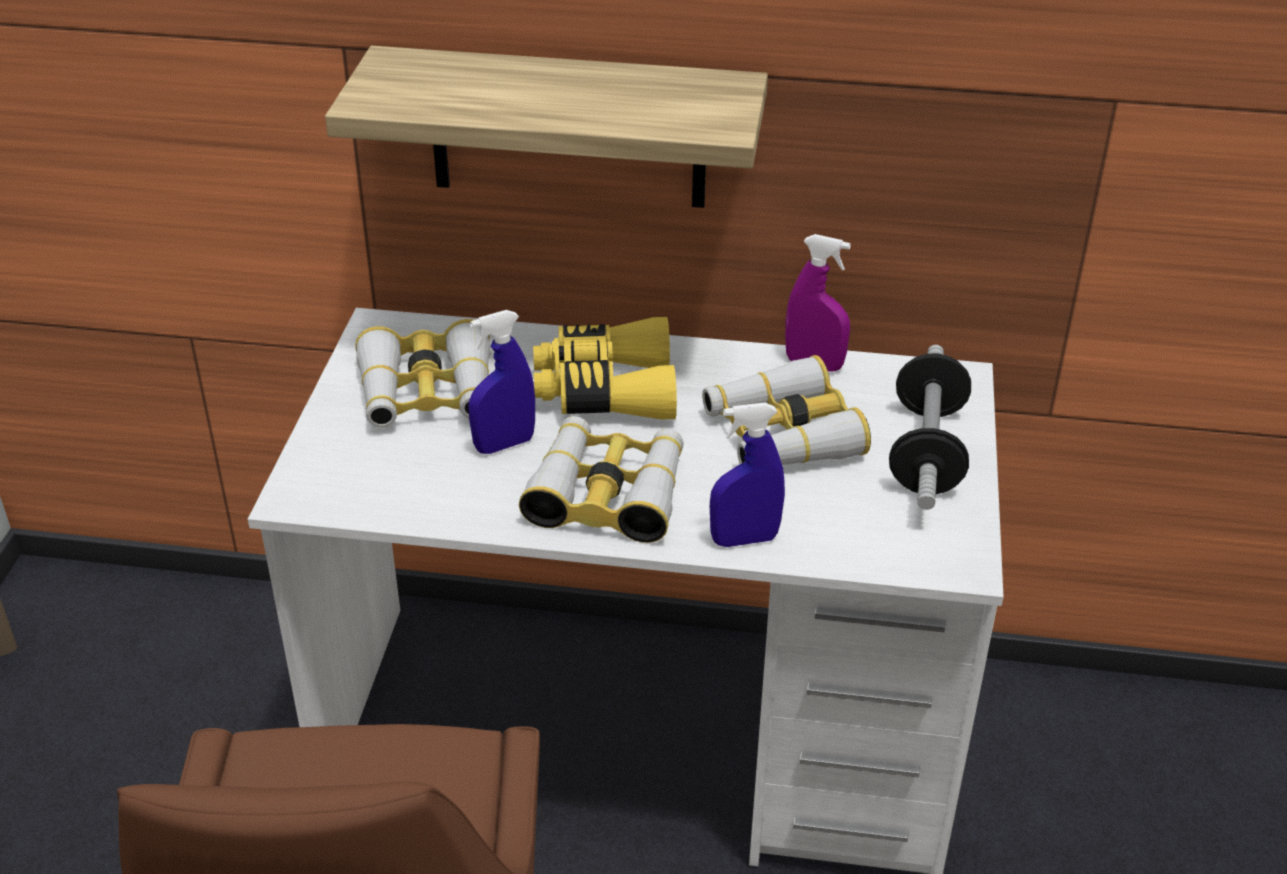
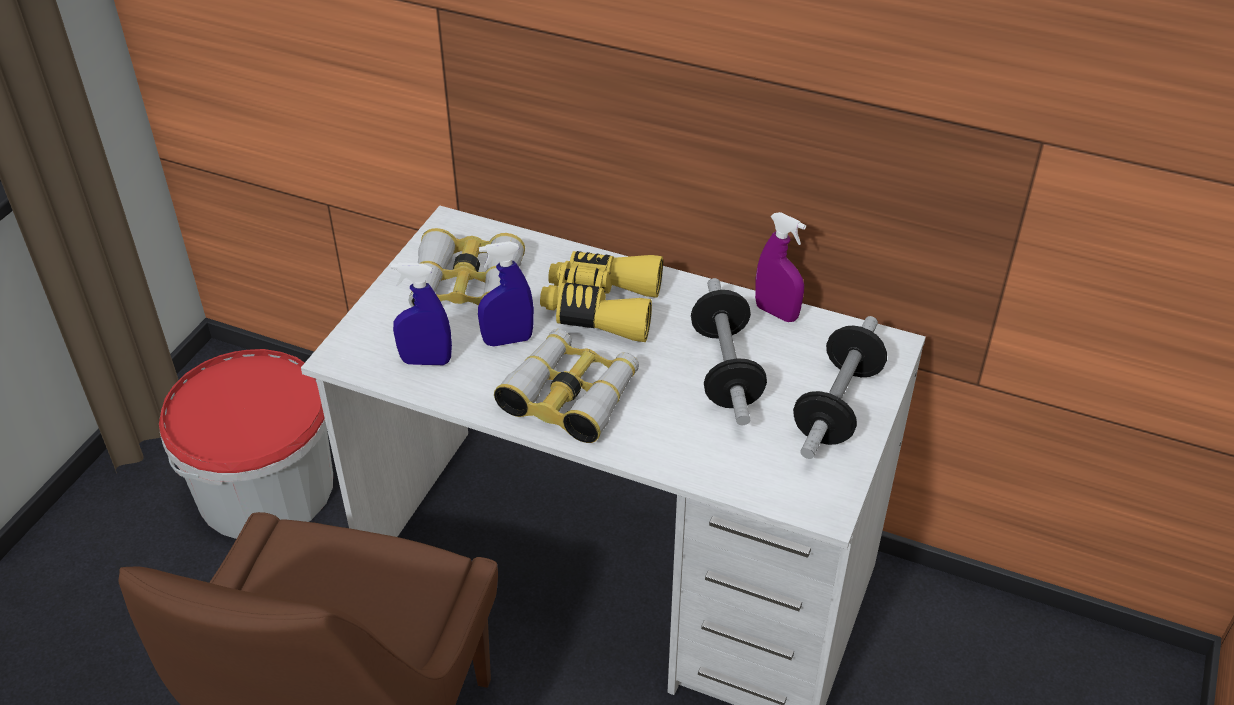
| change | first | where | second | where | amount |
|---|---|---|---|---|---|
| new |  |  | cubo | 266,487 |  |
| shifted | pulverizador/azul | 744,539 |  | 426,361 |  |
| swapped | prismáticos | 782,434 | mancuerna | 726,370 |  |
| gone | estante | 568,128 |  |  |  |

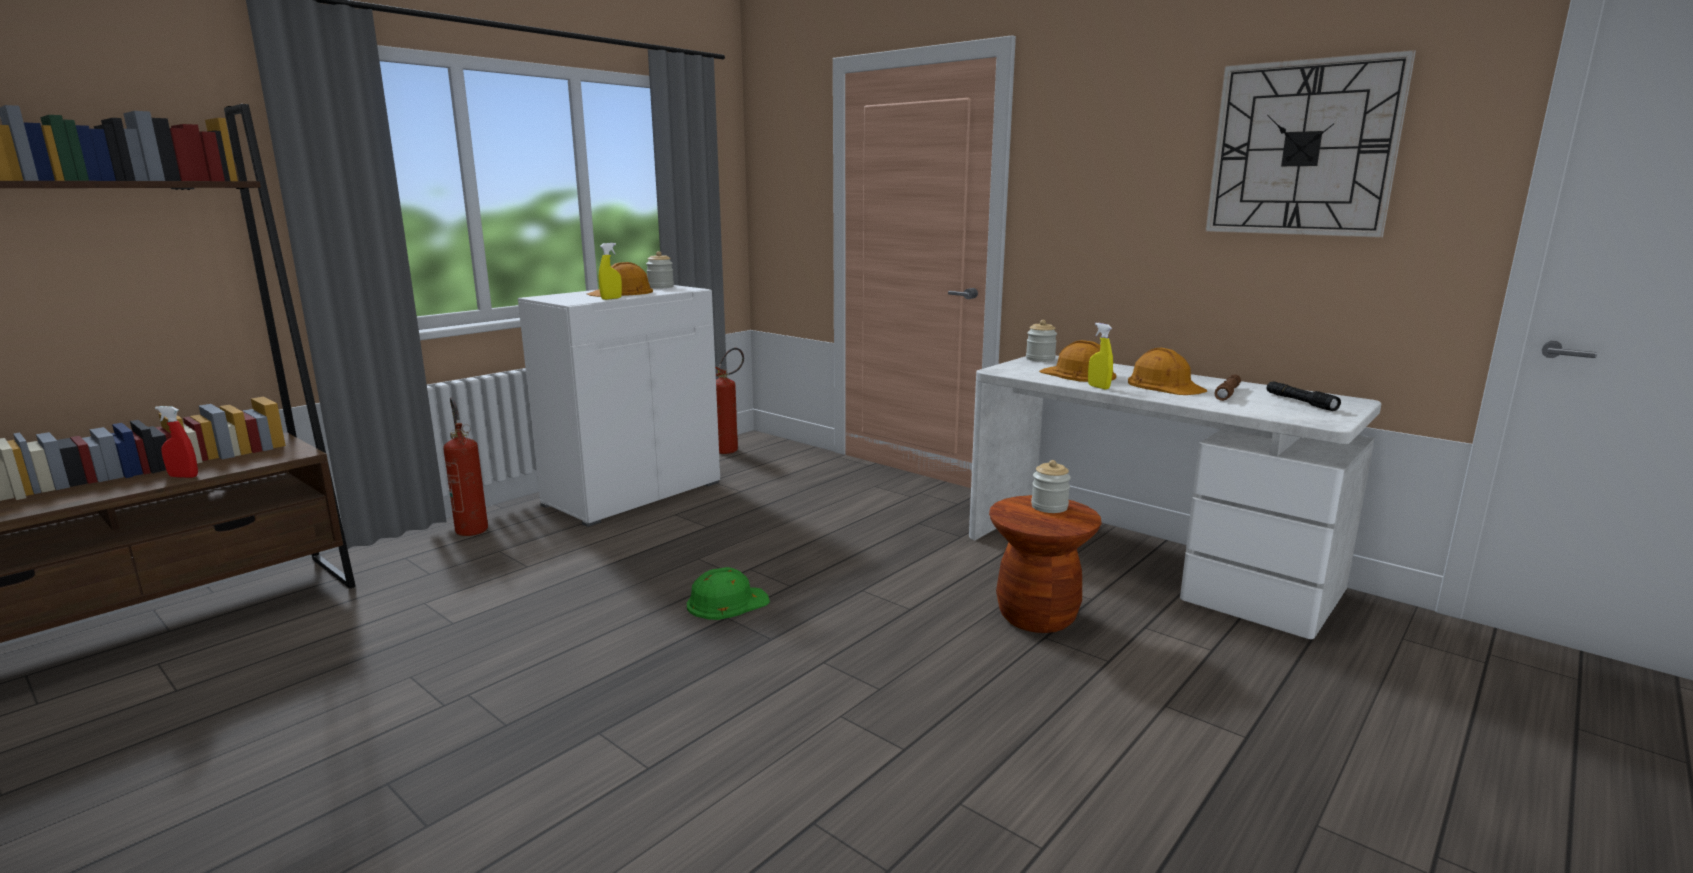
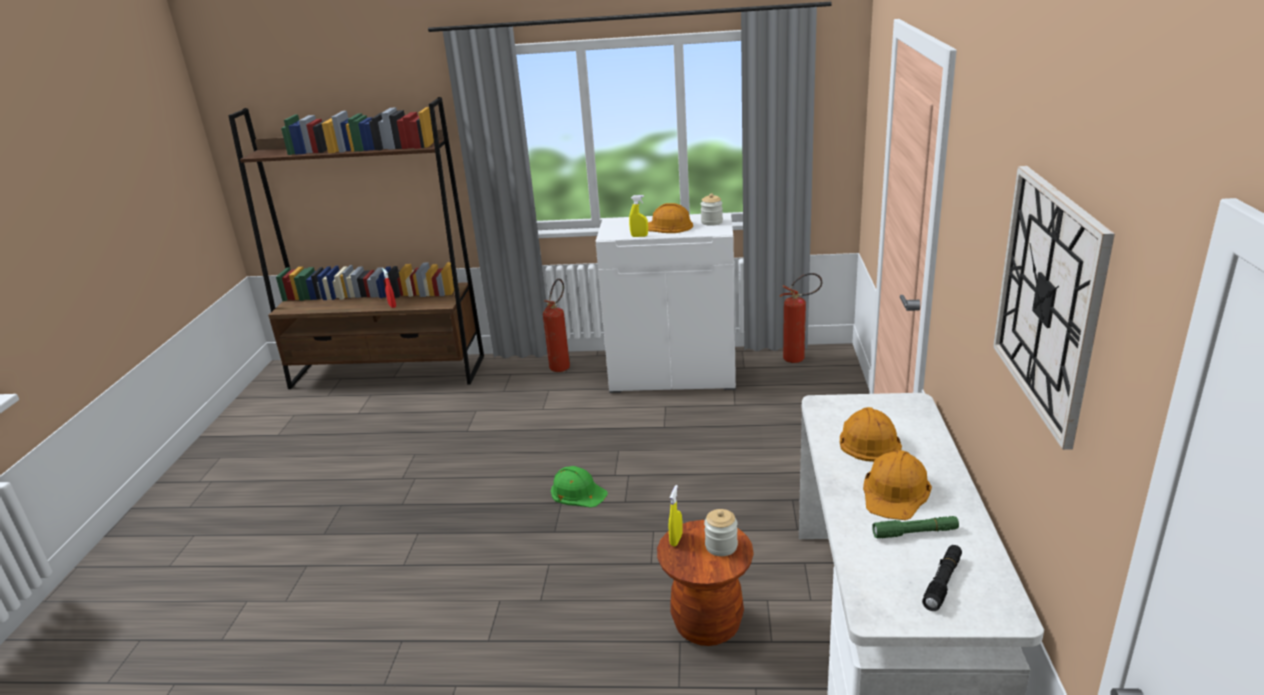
| change | first | where | second | where | amount |
|---|---|---|---|---|---|
| shifted | pulverizador/amarillo | 1098,387 |  | 676,539 |  |
| repainted | linterna/marrón | 1227,393 | linterna/verde | 915,533 |  |
| gone | tarro | 1040,359 |  |  |  |

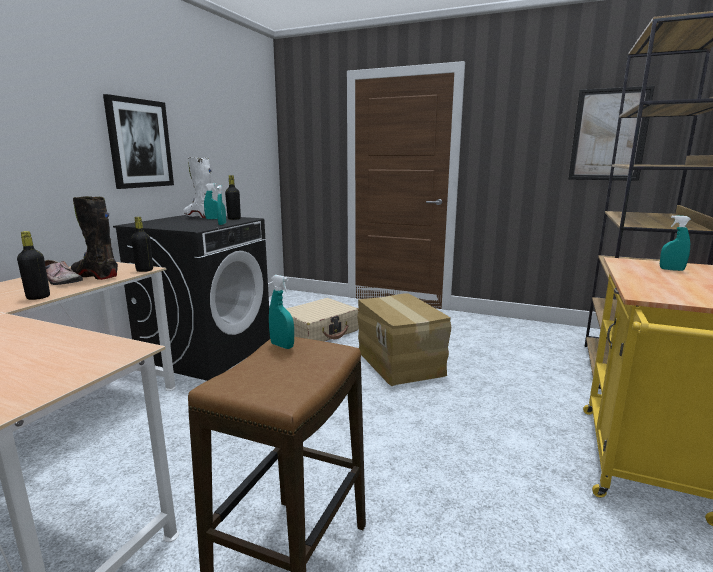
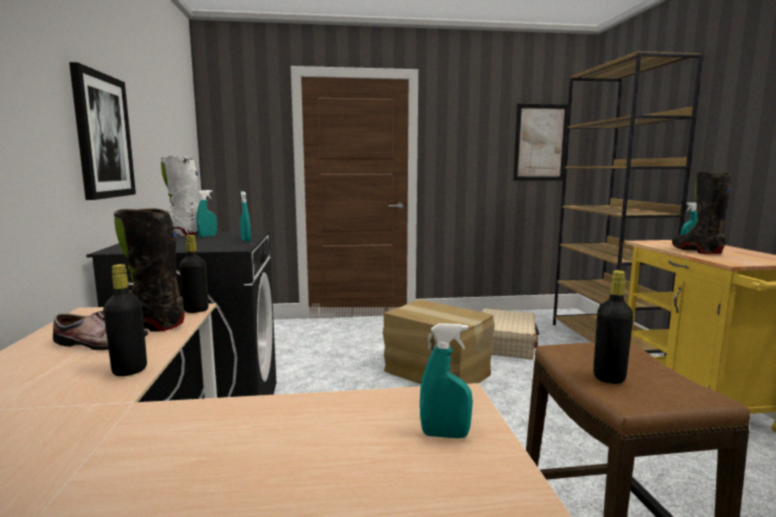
| change | first | where | second | where | amount |
|---|---|---|---|---|---|
| shifted | pulverizador/turquesa | 282,346 |  | 445,435 |  |
| shifted | maleta/beis | 319,331 |  | 506,344 |  |
| shifted | botella/negro | 234,219 |  | 609,377 |  |
| new |  |  | bota/negro | 696,250 |  |

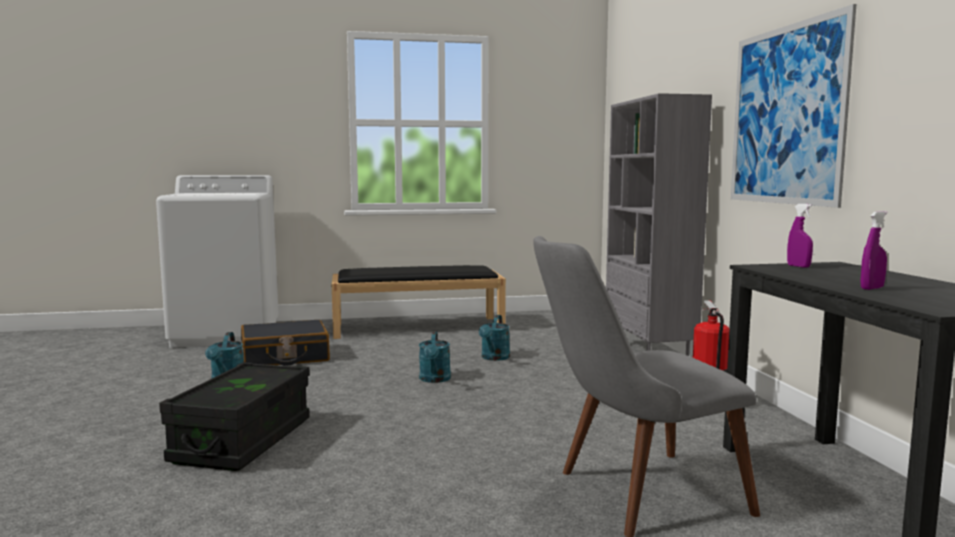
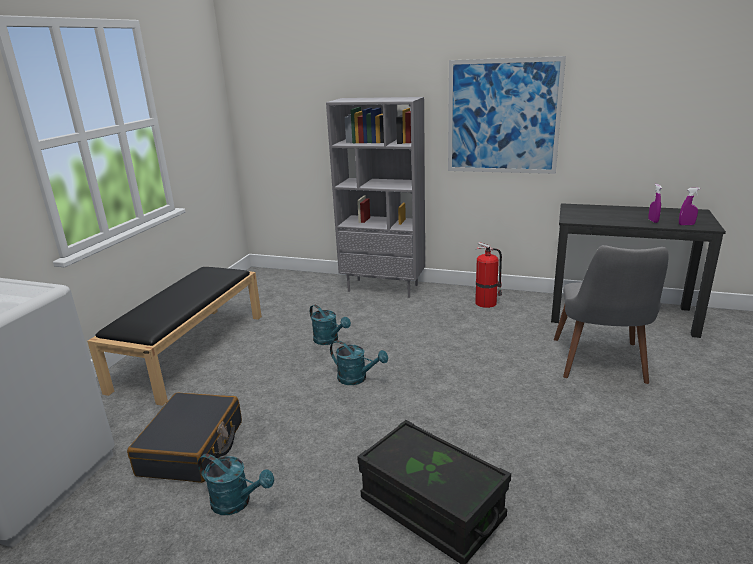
| change | first | where | second | where | amount |
|---|---|---|---|---|---|
| shifted | pulverizador/morado | 798,266 |  | 686,224 |  |

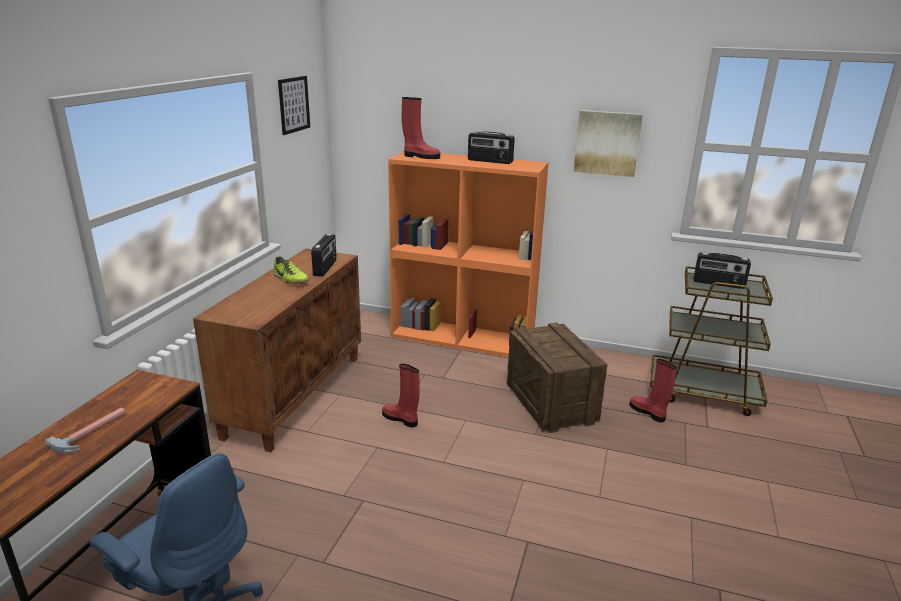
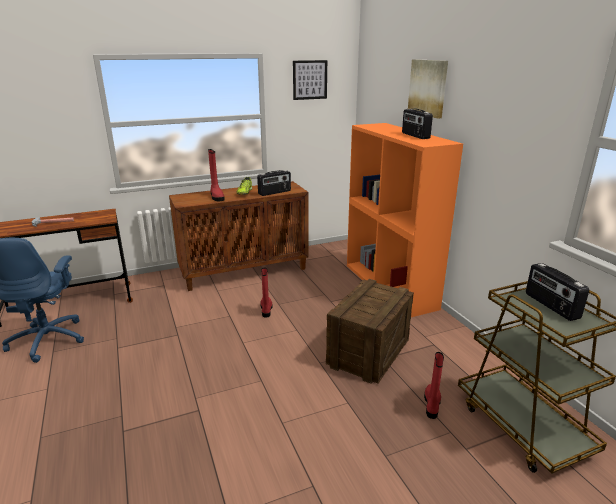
| change | first | where | second | where | amount |
|---|---|---|---|---|---|
| shifted | bota/rojo | 420,156 |  | 216,196 |  |
| shifted | cuadro | 607,143 |  | 428,88 |  |

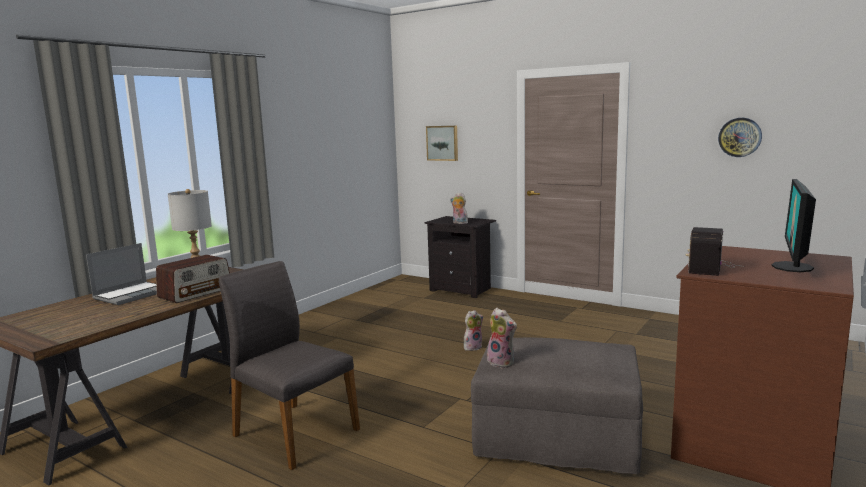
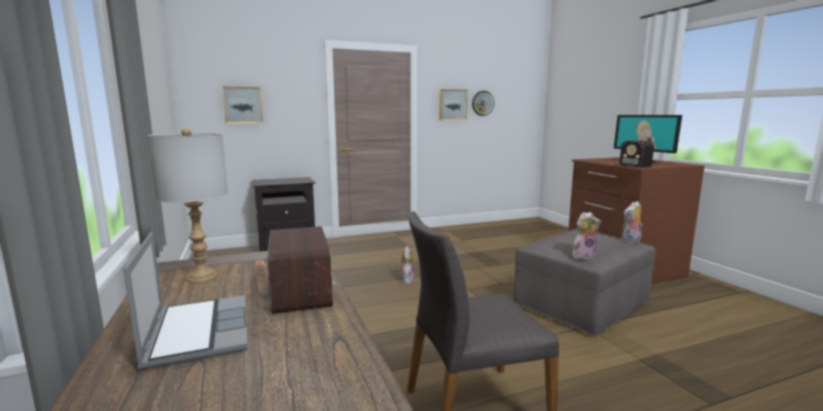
| change | first | where | second | where | amount |
|---|---|---|---|---|---|
| new |  |  | cuadro | 452,105 |  |
| shifted | peluche | 459,223 |  | 630,241 |  |

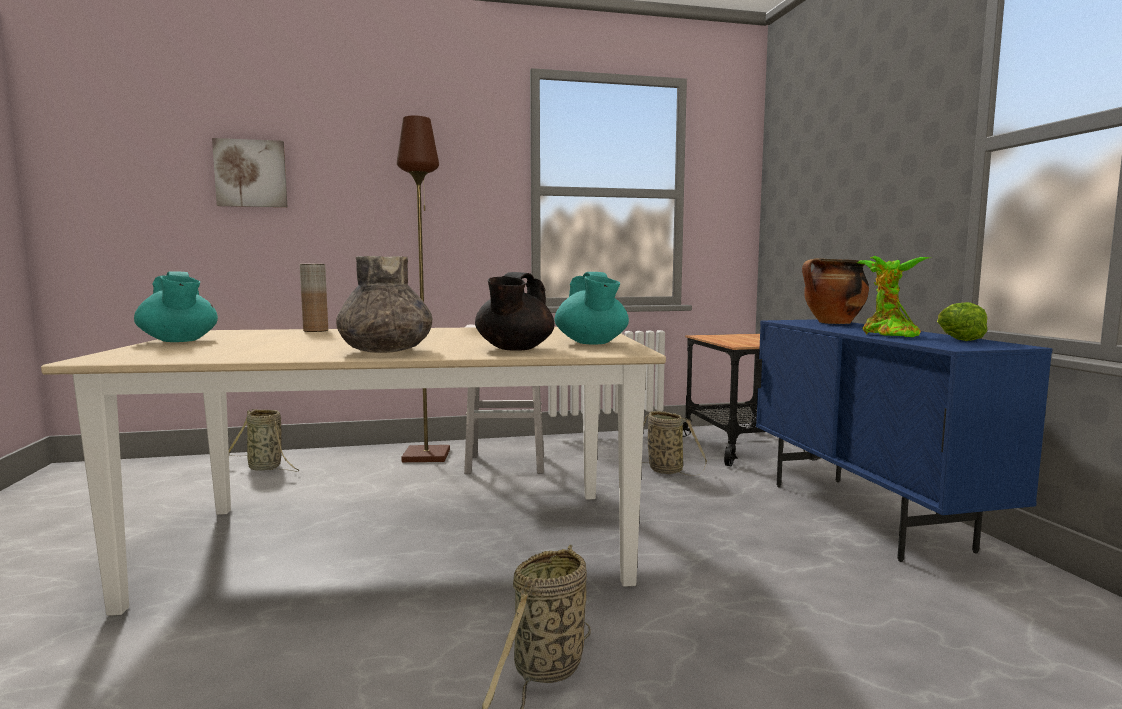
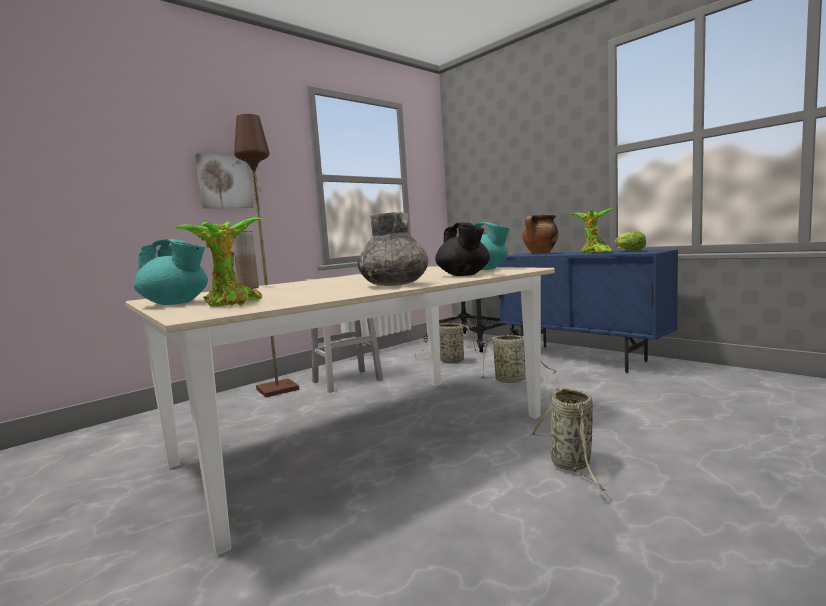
| change | first | where | second | where | amount |
|---|---|---|---|---|---|
| new |  |  | planta en maceta | 232,304 |  |
| shifted | cuadro | 251,173 |  | 224,182 |  |
| shifted | cesta | 266,468 |  | 512,381 |  |

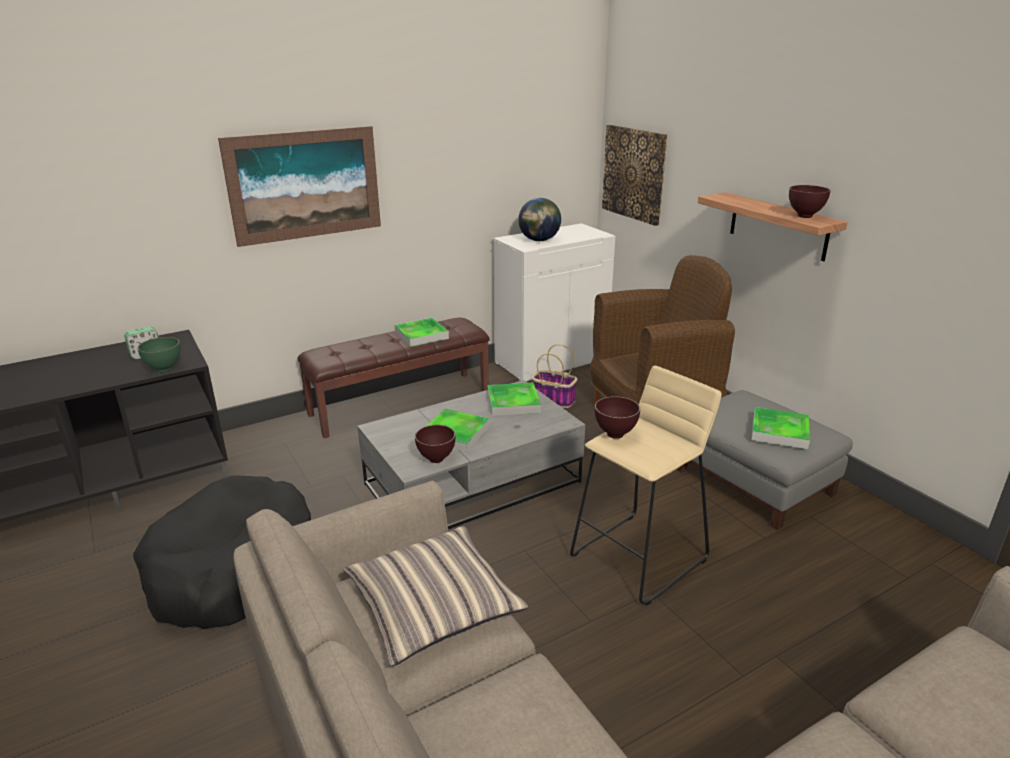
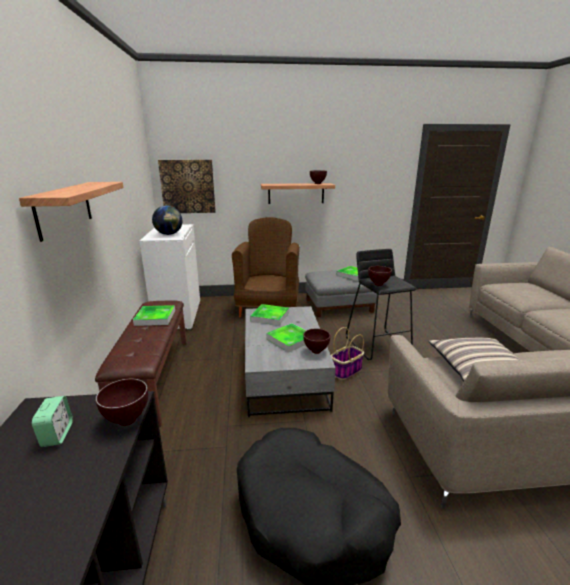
| change | first | where | second | where | amount |
|---|---|---|---|---|---|
| swapped | cuadro | 305,185 | estante | 64,208 |  |
| repainted | cuenco/verde | 165,370 | cuenco/marrón | 128,419 |  |
| shifted | cesta | 553,400 |  | 346,371 |  |
| repainted | taburete/beis | 639,557 | taburete/negro | 378,344 |  |

